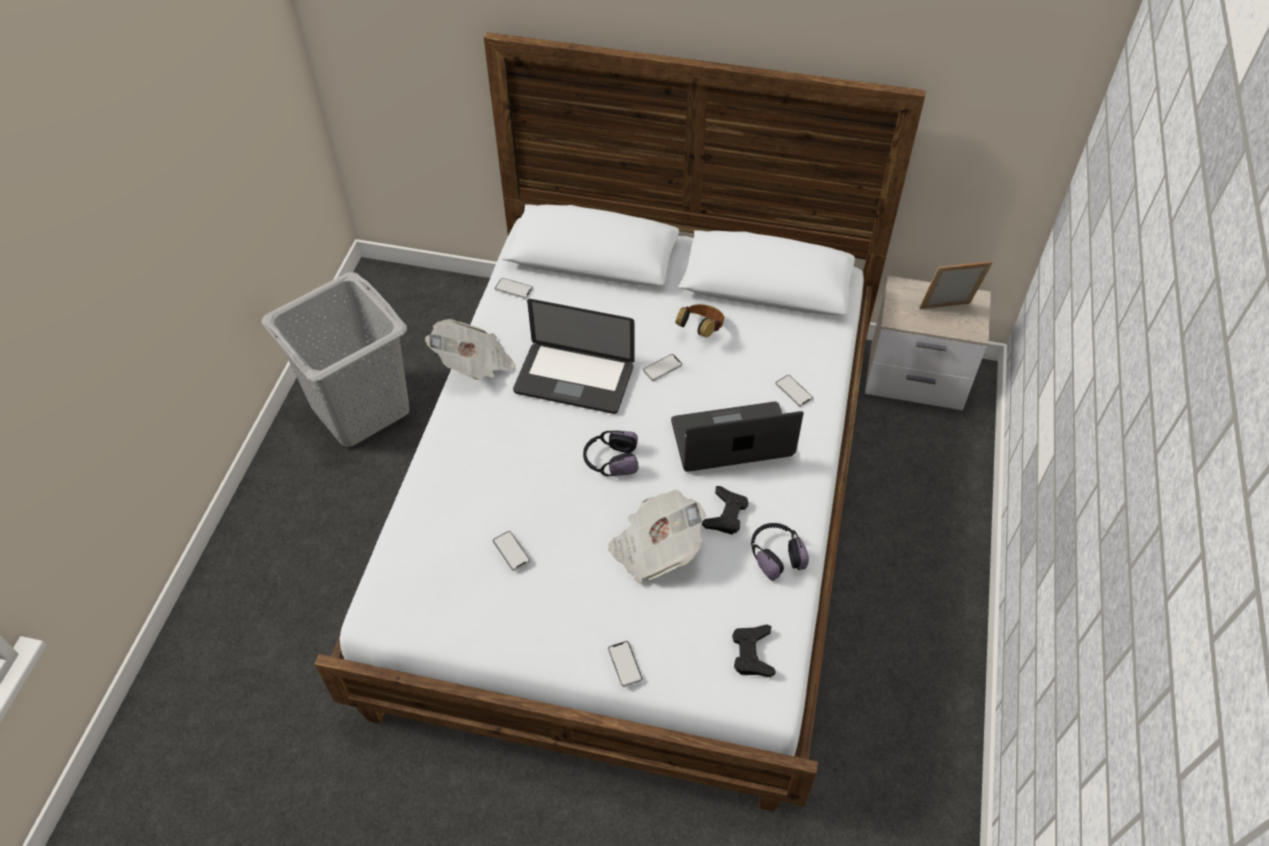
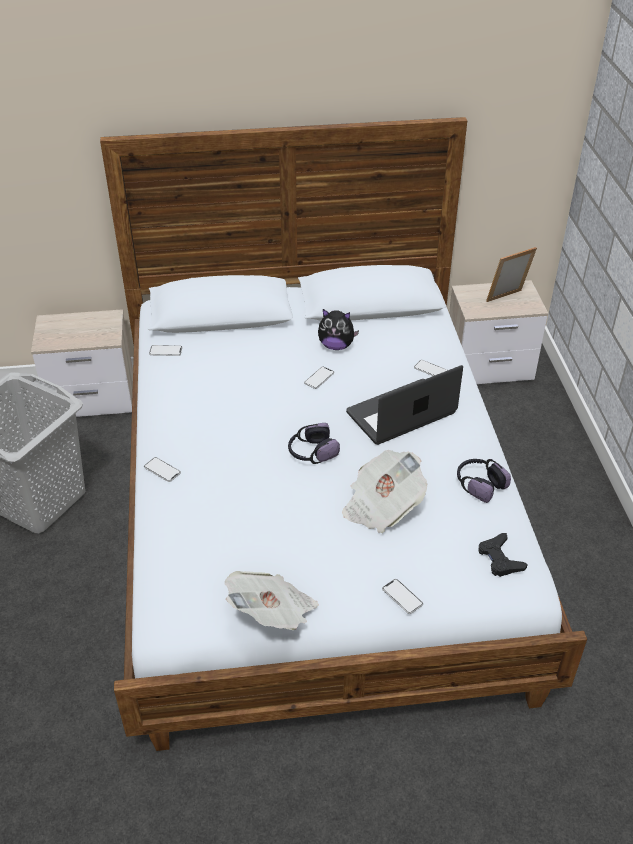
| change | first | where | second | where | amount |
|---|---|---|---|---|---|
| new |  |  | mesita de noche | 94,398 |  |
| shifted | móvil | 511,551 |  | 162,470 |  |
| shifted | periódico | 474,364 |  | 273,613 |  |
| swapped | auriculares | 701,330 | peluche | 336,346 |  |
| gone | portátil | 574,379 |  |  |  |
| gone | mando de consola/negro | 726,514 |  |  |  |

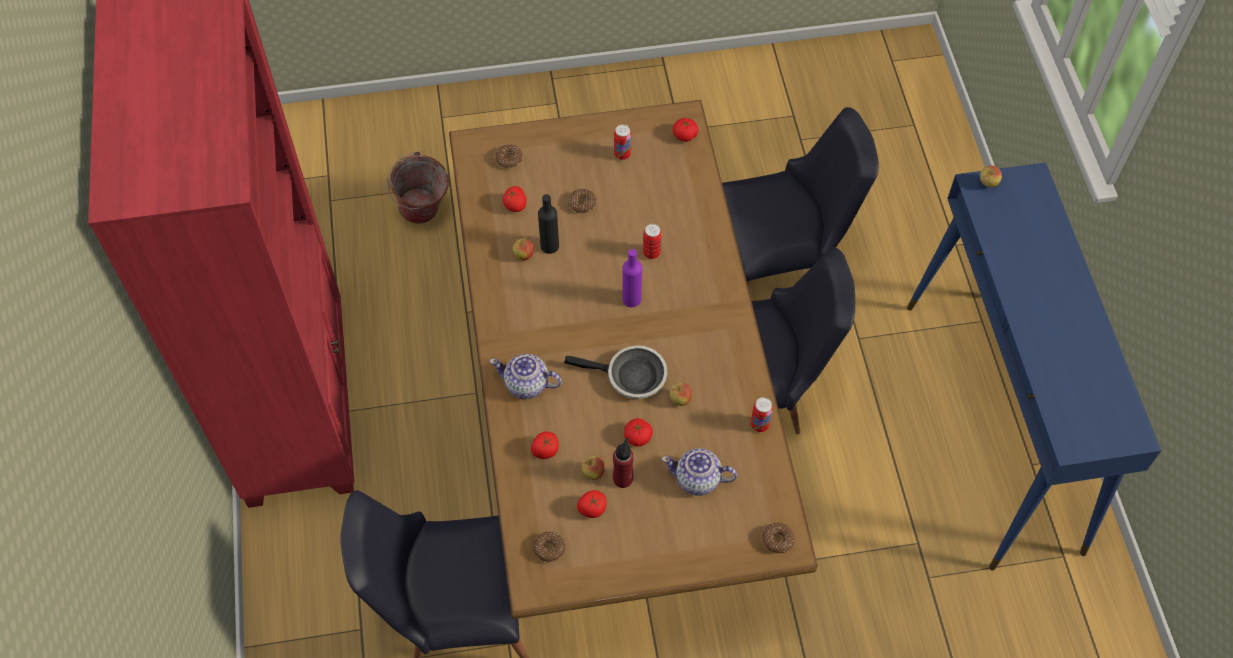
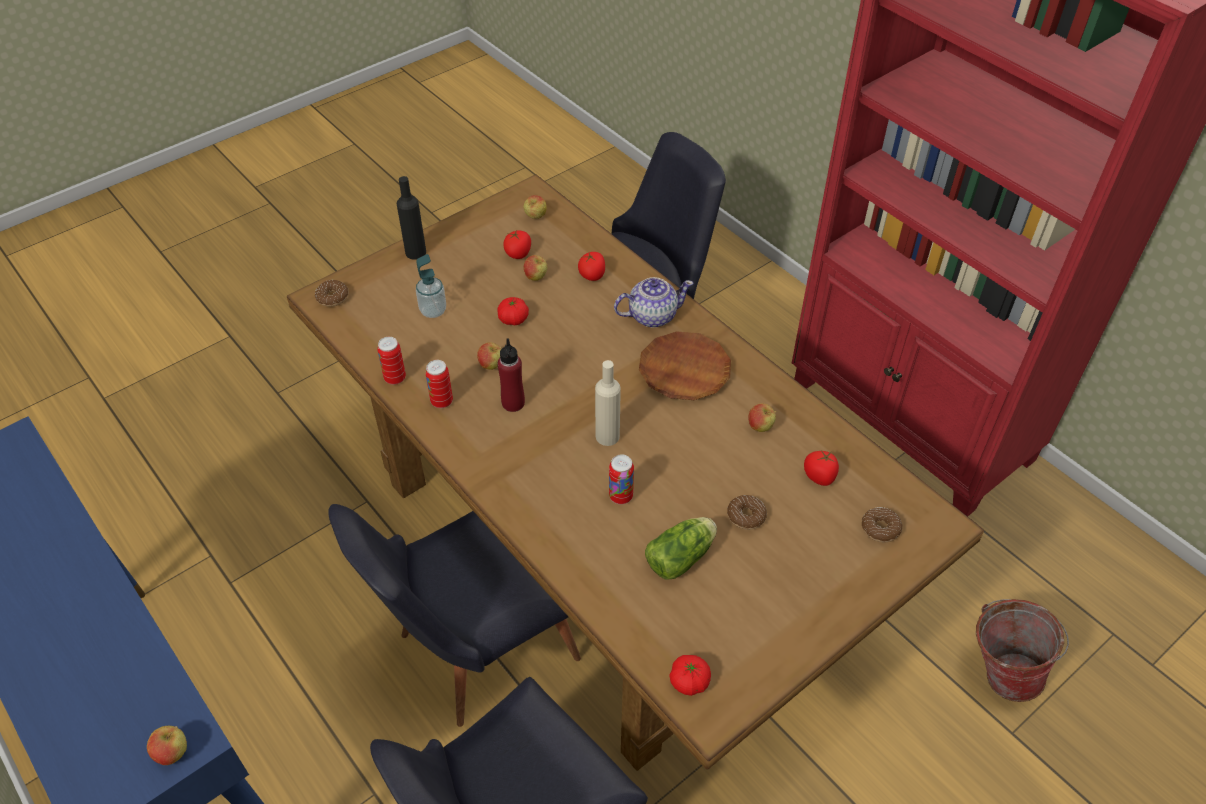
| change | first | where | second | where | amount |
|---|---|---|---|---|---|
| shifted | botella/negro | 549,246 |  | 415,252 |  |
| swapped | tetera | 698,479 | dispensador de jabón | 433,311 |  |
| shifted | lata | 622,154 |  | 442,401 |  |
| shifted | botella/rojo | 623,478 |  | 513,403 |  |
| swapped | rosquilla | 549,549 | manzana | 535,217 |  |
| repainted | botella/morado | 631,299 | botella/beis | 607,436 |  |
| new |  |  | plato/marrón | 684,371 |  |
| new |  |  | lechuga | 682,556 |  |
| gone | sartén | 631,377 |  |  |  |

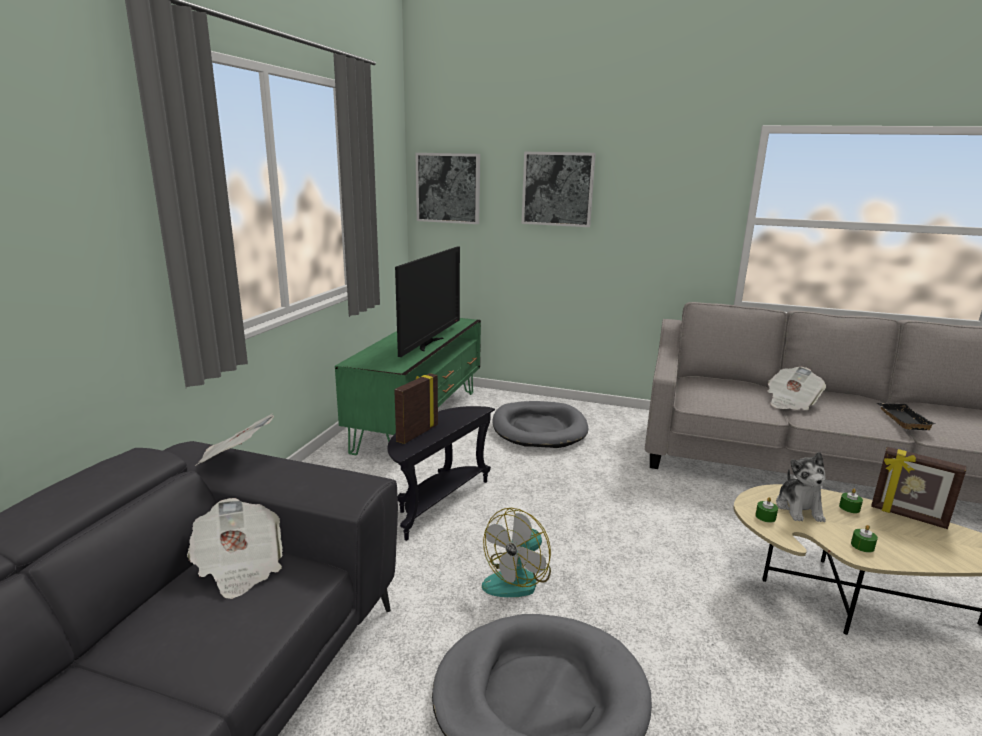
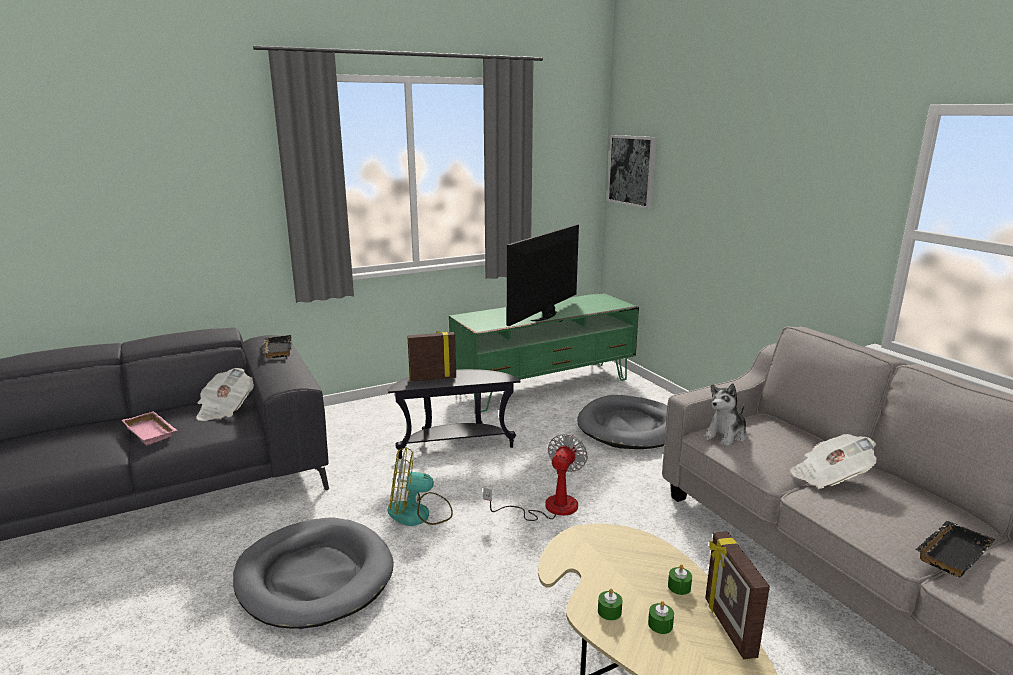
| change | first | where | second | where | amount |
|---|---|---|---|---|---|
| new |  |  | bandeja/rosa | 152,432 |  |
| swapped | periódico | 237,458 | bandeja/negro | 276,350 |  |
| new |  |  | ventilador | 549,507 |  |
| rotated | televisor | 429,344 |  | 546,316 | 150 degrees clockwise |
| shifted | vela/verde | 765,517 |  | 660,624 |  |
| shifted | peluche | 799,508 |  | 726,435 |  |
| gone | cuadro | 557,189 |  |  |  |

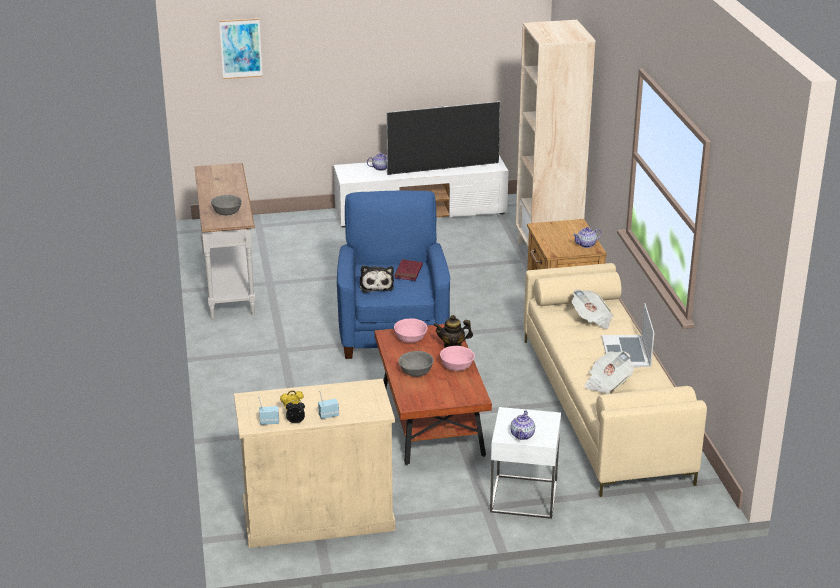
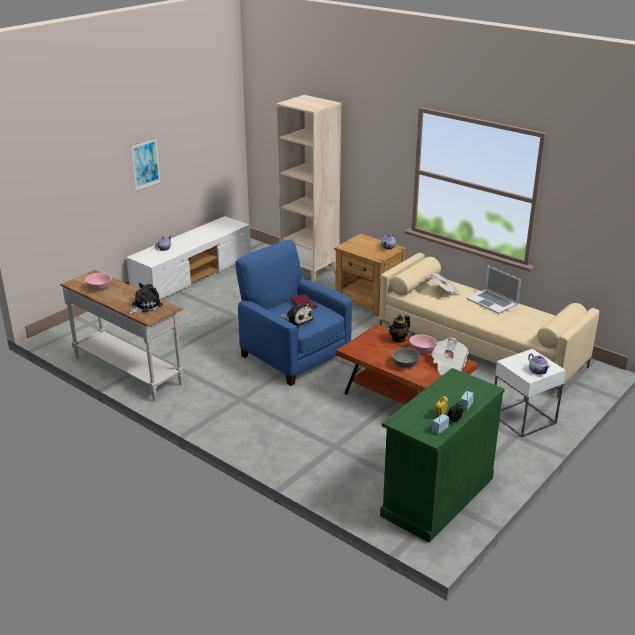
| change | first | where | second | where | amount |
|---|---|---|---|---|---|
| shifted | cuenco/rosa | 411,338 |  | 99,287 |  |
| swapped | cuenco/gris | 227,212 | peluche | 145,306 |  |
| shifted | cuadro | 241,48 |  | 145,164 |  |
| repainted | armario/beis | 318,517 | armario/verde | 437,496 |  |
| shifted | periódico | 607,383 |  | 448,365 |  |
| gone | televisor | 443,168 |  |  |  |

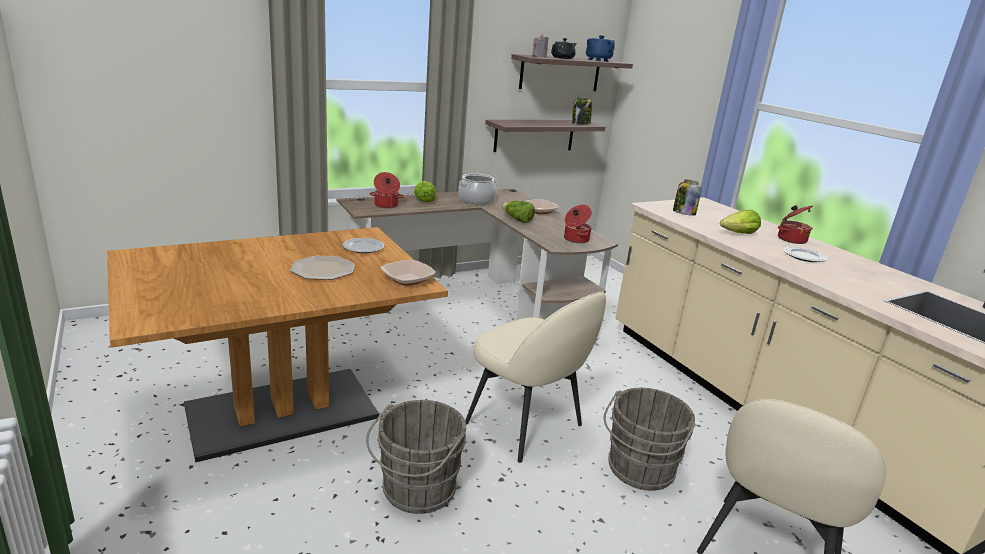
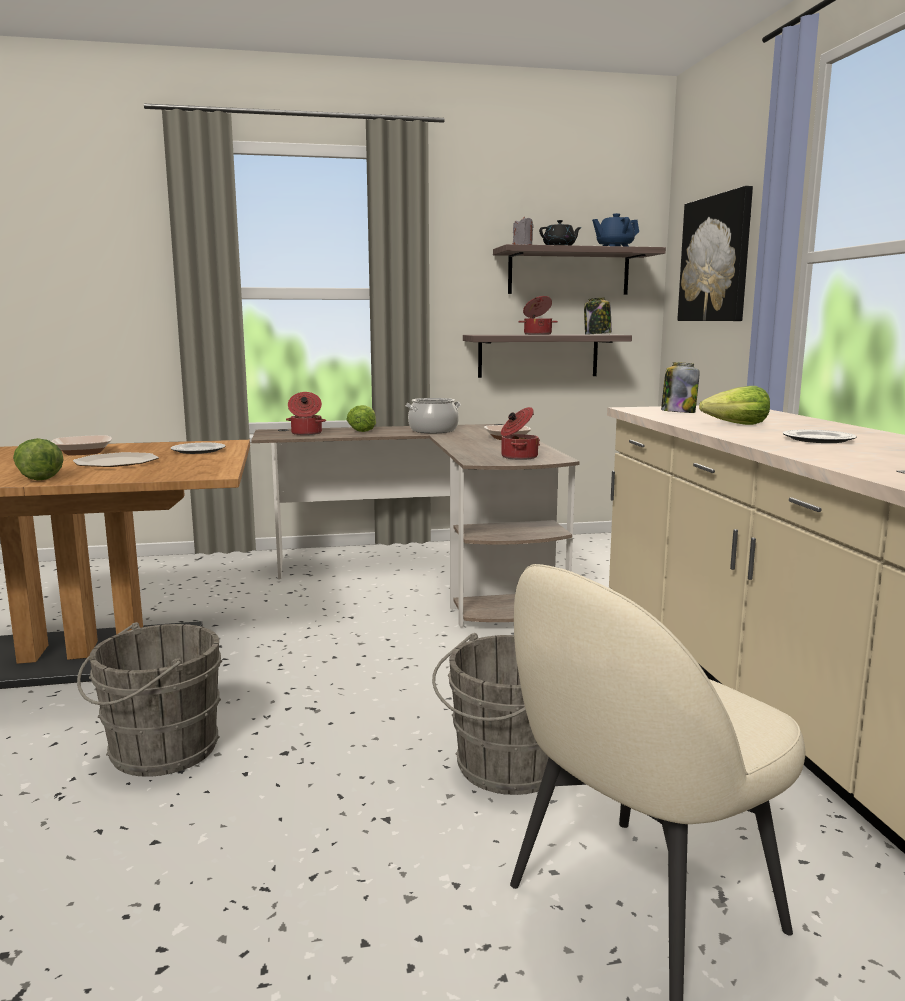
| change | first | where | second | where | amount |
|---|---|---|---|---|---|
| shifted | lechuga | 517,220 |  | 38,477 |  |
| shifted | cuenco | 407,280 |  | 83,452 |  |
| shifted | olla | 791,239 |  | 537,334 |  |
| new |  |  | cuadro | 716,259 |  |
| gone | silla/beis | 526,426 |  |  |  |

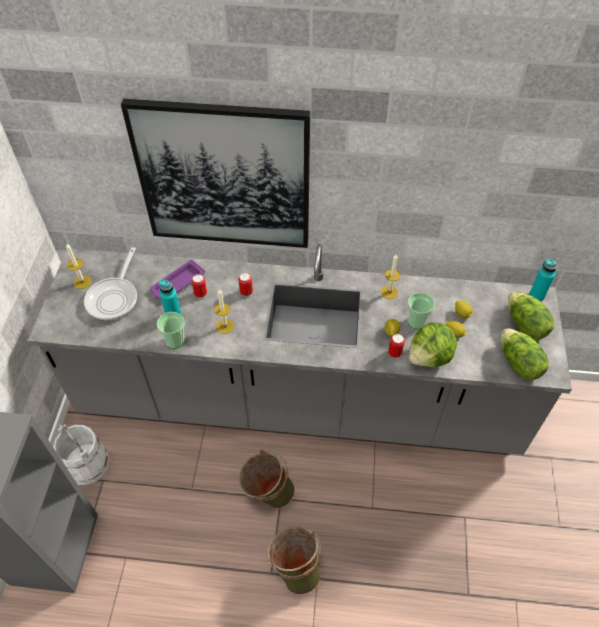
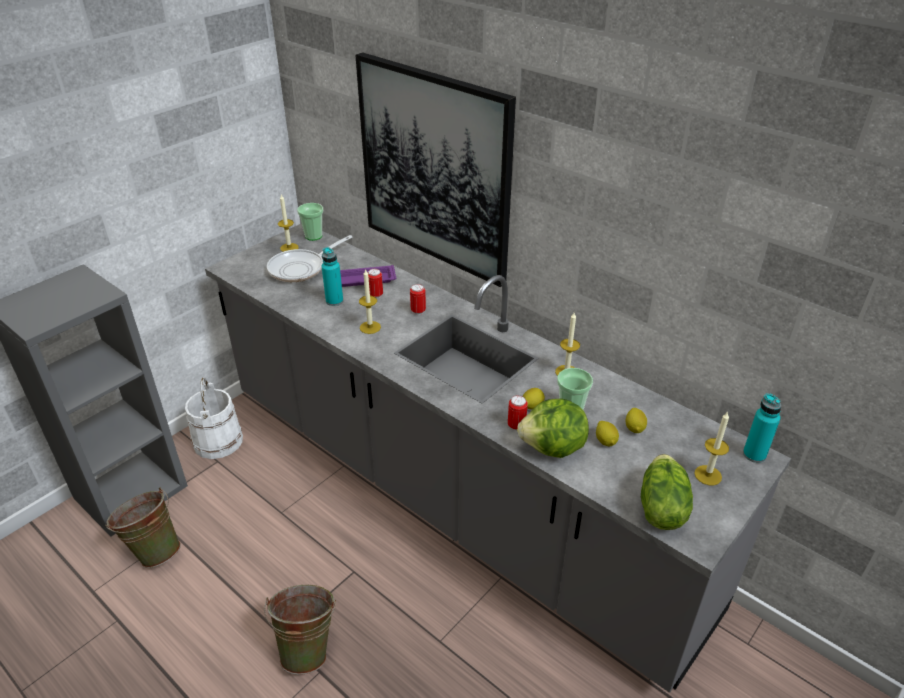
| change | first | where | second | where | amount |
|---|---|---|---|---|---|
| shifted | cubo/verde | 267,493 |  | 154,550 |  |
| shifted | taza | 175,341 |  | 313,236 |  |
| swapped | lechuga | 524,325 | vela | 708,475 |  |

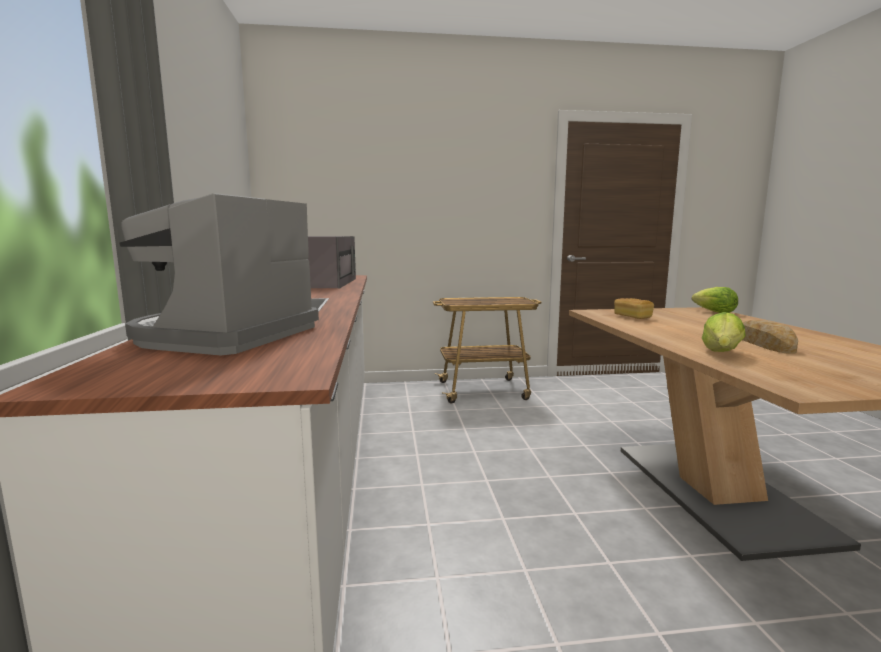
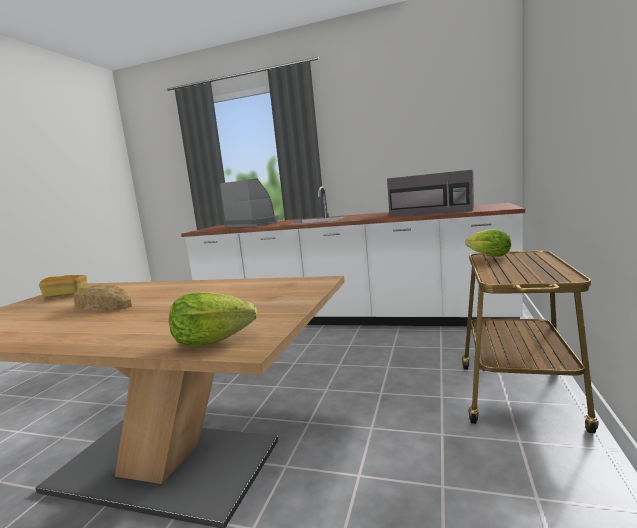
| change | first | where | second | where | amount |
|---|---|---|---|---|---|
| shifted | pan | 632,317 |  | 66,294 |  |
| shifted | lechuga | 721,352 |  | 489,256 |  |

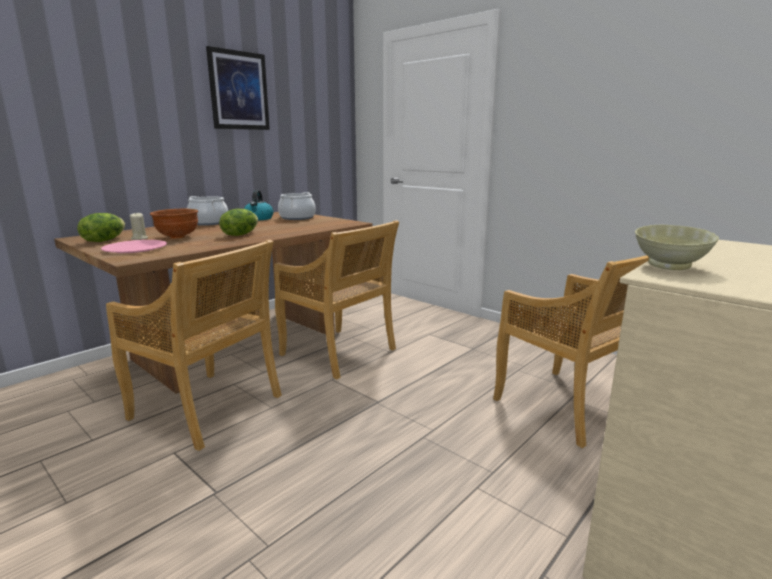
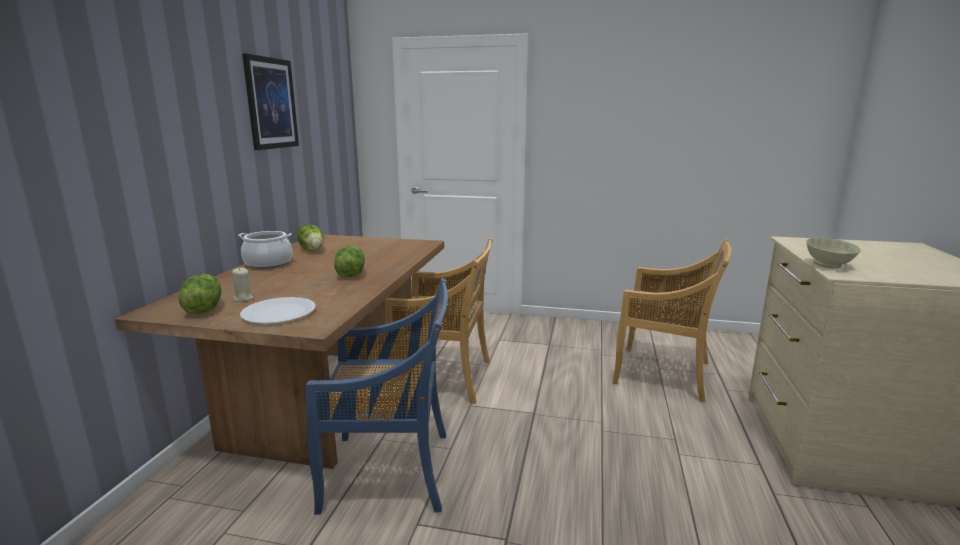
| change | first | where | second | where | amount |
|---|---|---|---|---|---|
| repainted | plato/rosa | 135,248 | plato/blanco | 278,312 |  |
| swapped | hervidor | 258,218 | lechuga | 313,250 |  |
| repainted | silla/beis | 208,408 | silla/azul | 390,471 |  |
| gone | cuenco/marrón | 177,237 |  |  |  |
| gone | olla | 297,218 |  |  |  |

